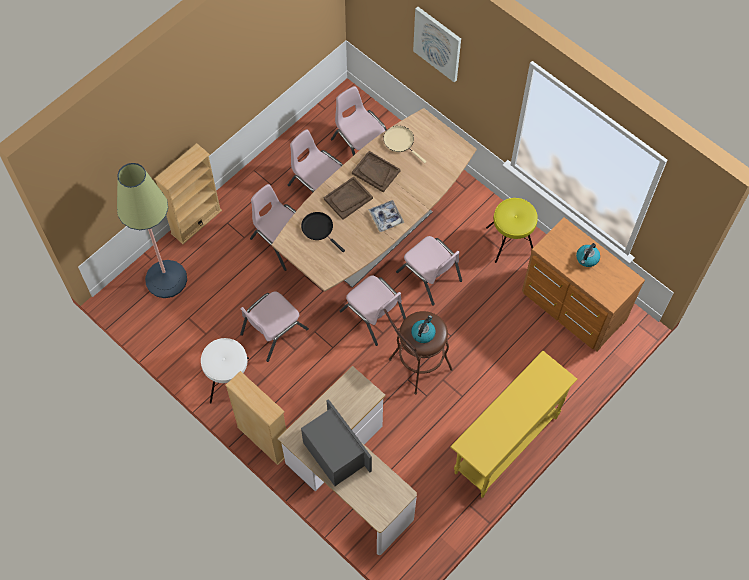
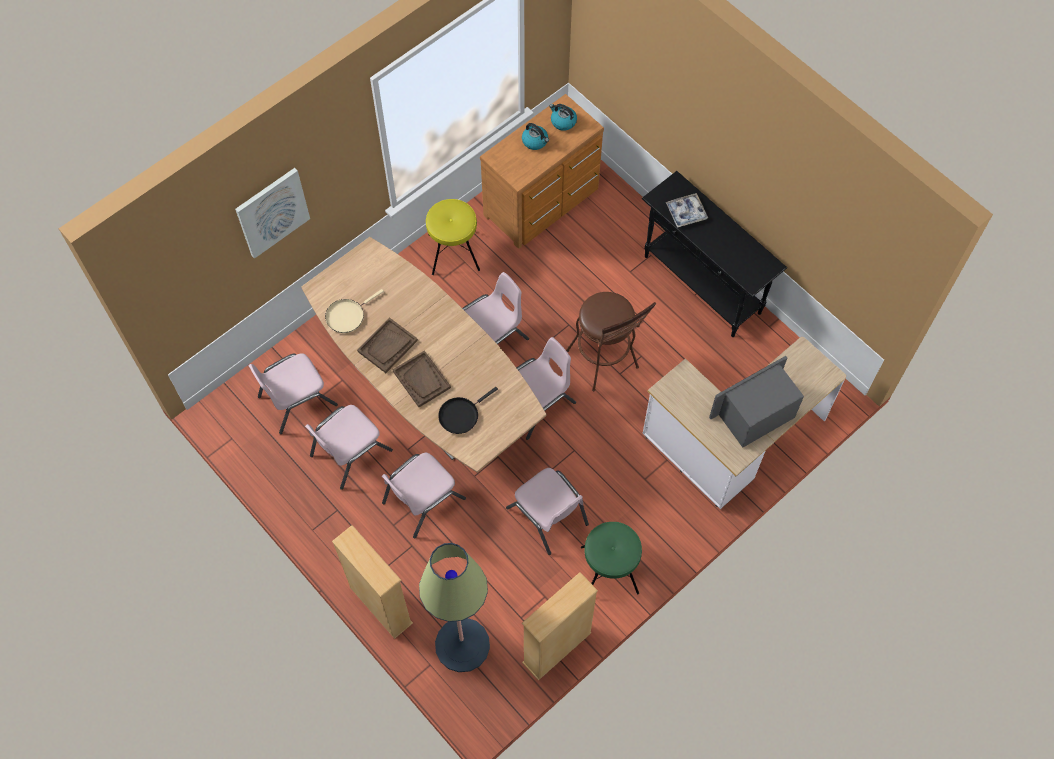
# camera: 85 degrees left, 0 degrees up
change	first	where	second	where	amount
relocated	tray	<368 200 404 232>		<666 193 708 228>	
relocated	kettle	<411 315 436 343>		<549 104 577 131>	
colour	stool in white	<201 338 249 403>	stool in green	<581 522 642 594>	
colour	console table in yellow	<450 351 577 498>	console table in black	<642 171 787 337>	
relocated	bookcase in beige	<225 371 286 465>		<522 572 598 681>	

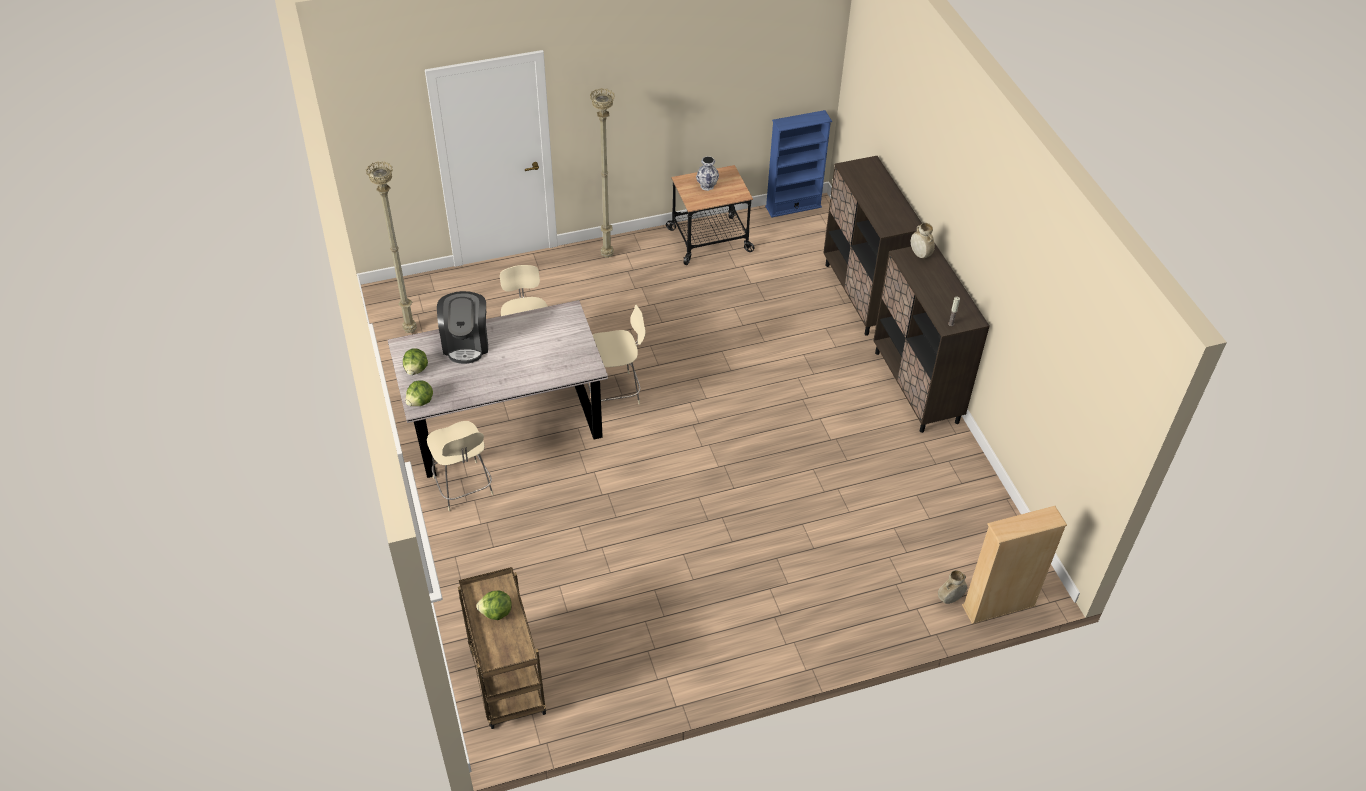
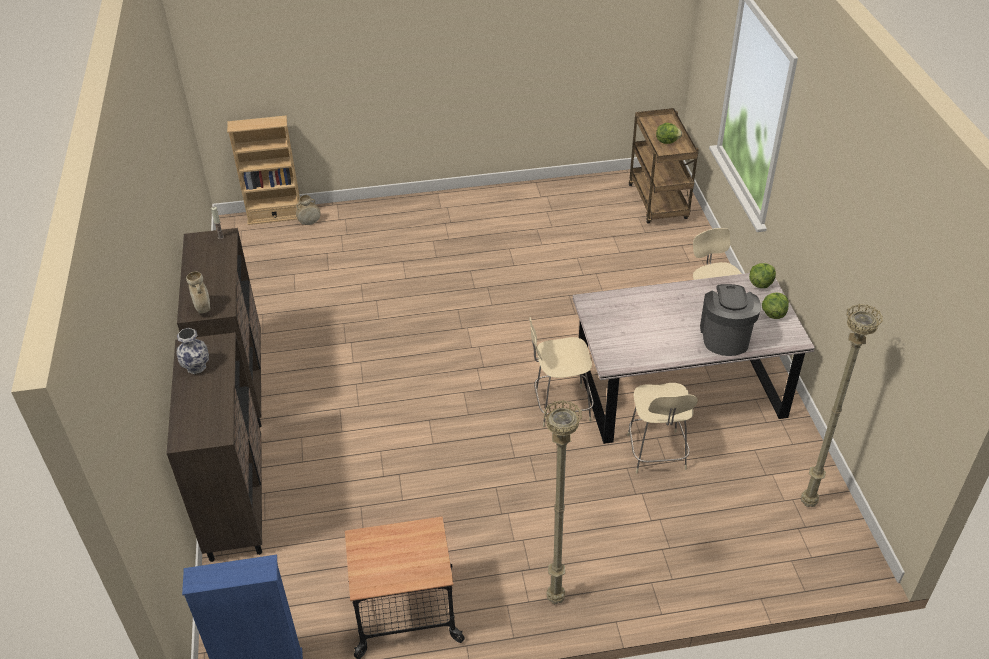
# camera: 170 degrees left, 5 degrees down
change	first	where	second	where	amount
relocated	vase	<696 156 719 191>		<177 328 209 374>	

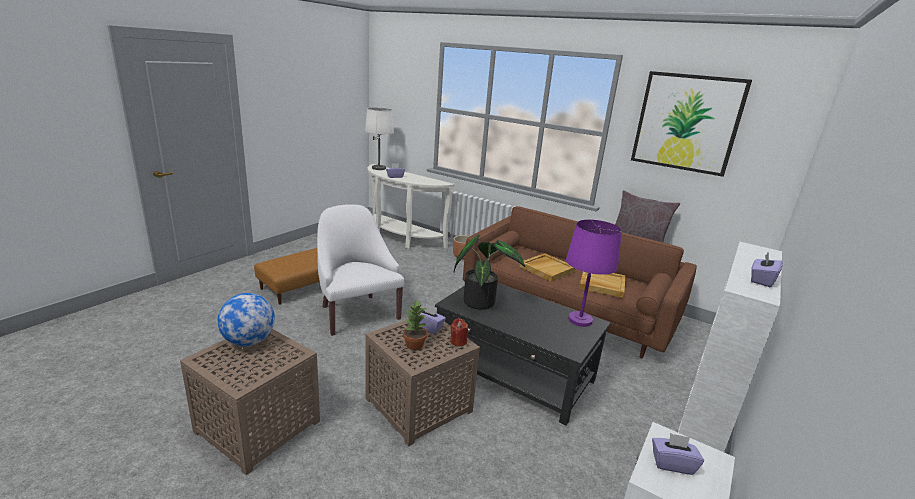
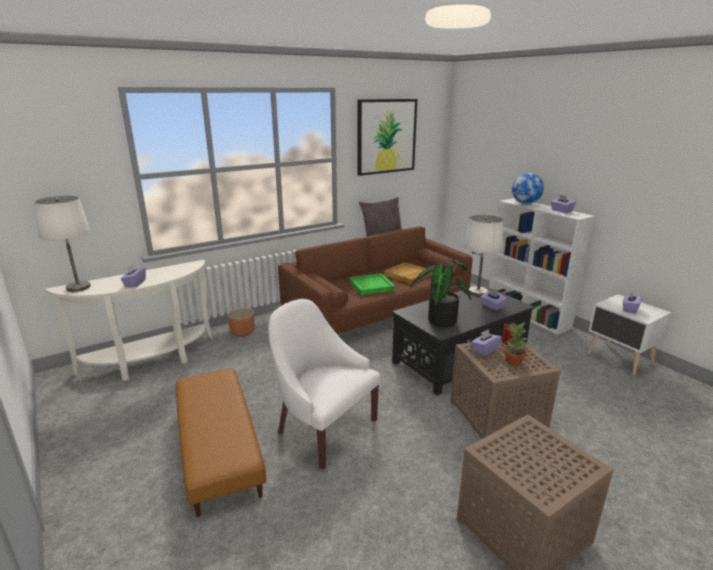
# camera: 65 degrees left, 0 degrees up
change	first	where	second	where	amount
spun	armchair in white	<317 204 404 336>		<268 299 381 470>	45 degrees clockwise
colour	table lamp in purple	<566 220 622 327>	table lamp in white	<464 215 503 296>	
colour	tray in beige	<519 253 575 281>	tray in green	<349 273 395 295>	
relocated	globe	<217 293 275 346>		<512 173 544 204>	
appeared			tissue box in purple	<480 290 507 311>	

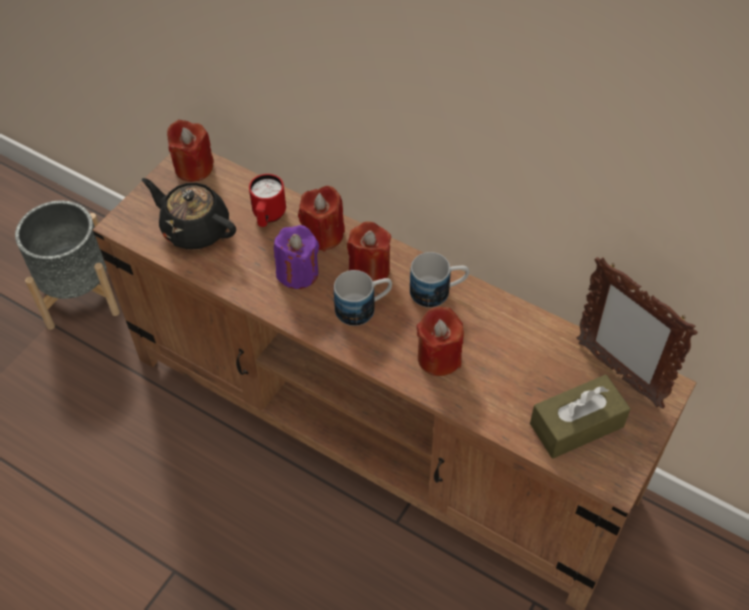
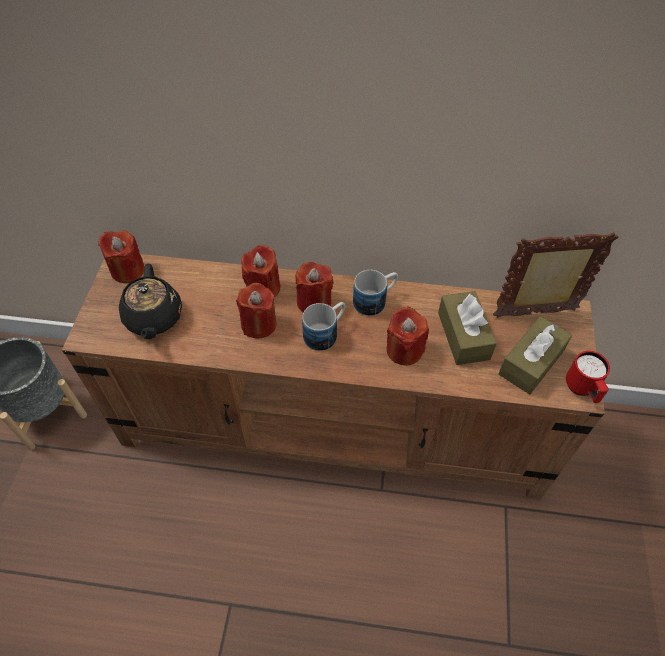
# camera: 25 degrees left, 0 degrees up
change	first	where	second	where	amount
relocated	mug in red	<249 174 286 227>		<566 351 610 403>	
spun	teapot in black	<142 178 236 249>		<119 264 182 339>	105 degrees counterclockwise
colour	candle in purple	<274 225 320 289>	candle in red	<236 283 277 338>	
spun	picture frame	<576 257 698 409>		<493 232 618 318>	150 degrees clockwise
appeared			tissue box in brown	<438 291 497 365>	

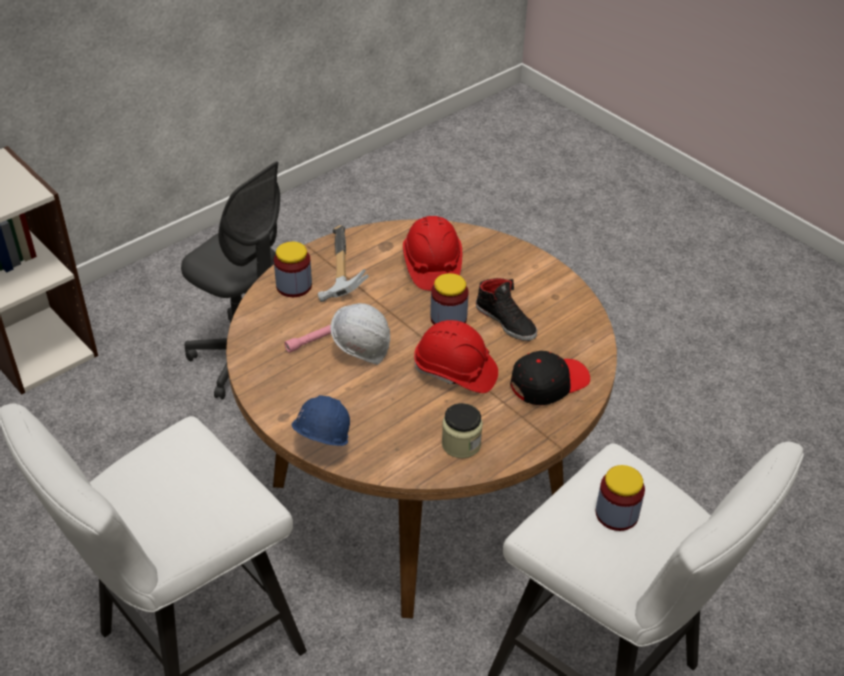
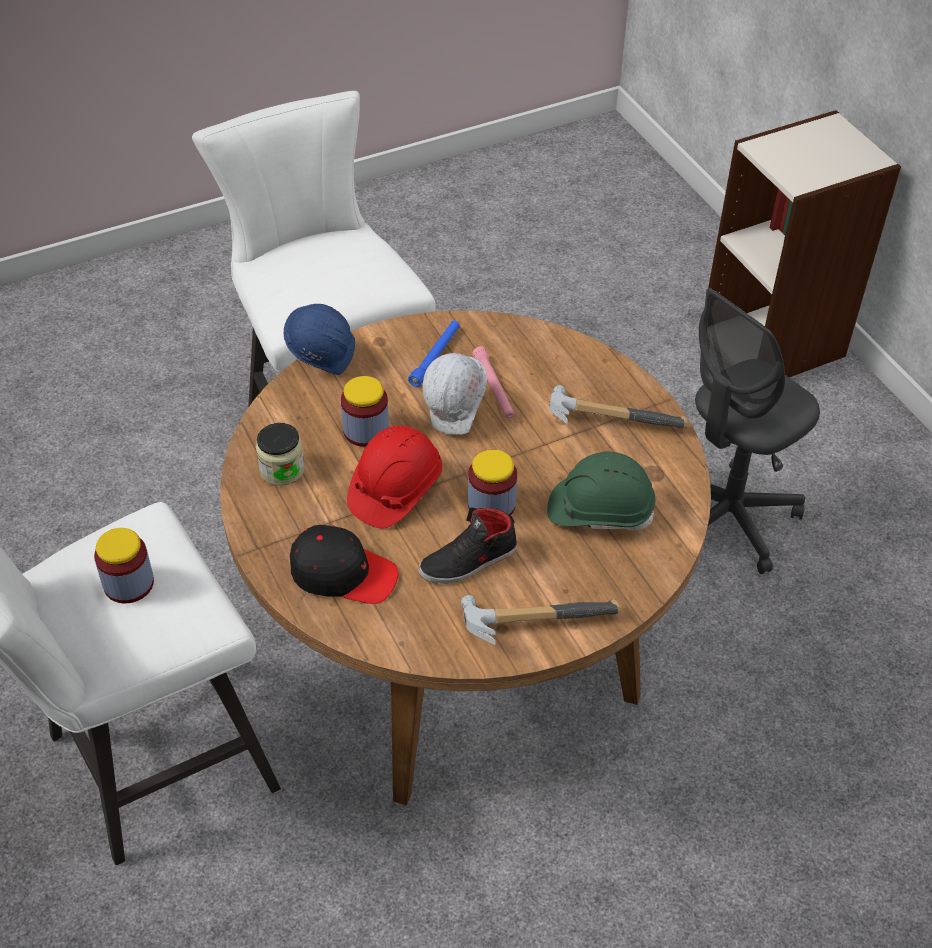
# camera: 105 degrees right, 5 degrees up
change	first	where	second	where	amount
colour	hard hat in red	<403 216 462 291>	hard hat in green	<547 451 655 530>	
relocated	jar	<274 242 312 297>		<341 376 389 447>	
spun	cap in black	<510 351 590 405>		<290 525 398 604>	60 degrees counterclockwise
appeared			flashlight in blue	<408 321 460 387>	
appeared			hammer	<461 595 621 645>	

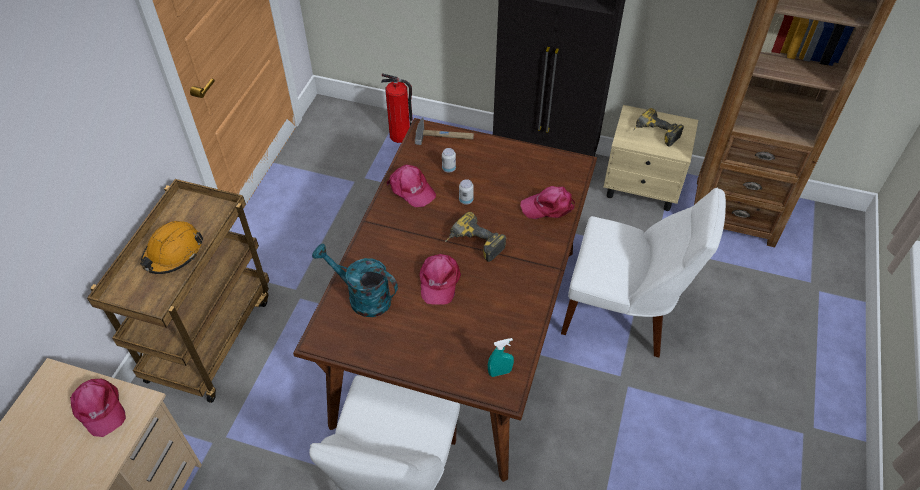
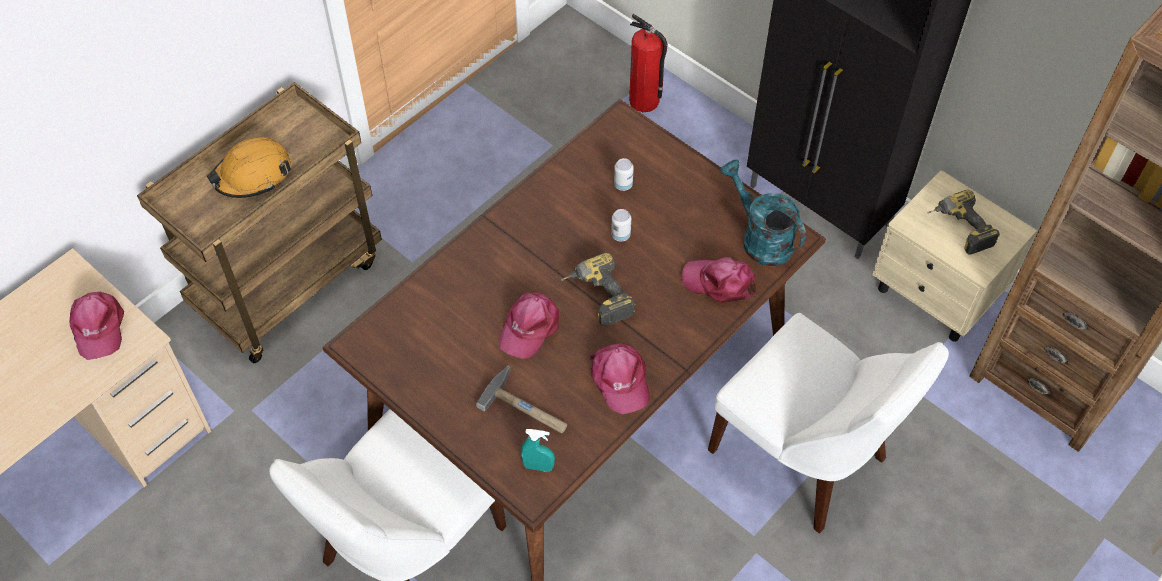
# camera: 25 degrees right, 5 degrees up
change	first	where	second	where	amount
relocated	hammer	<415 117 474 145>		<476 366 567 433>	
relocated	cap in pink	<386 165 436 207>		<590 343 649 414>	
relocated	watering can in turquoise	<312 243 398 317>		<720 160 806 266>	

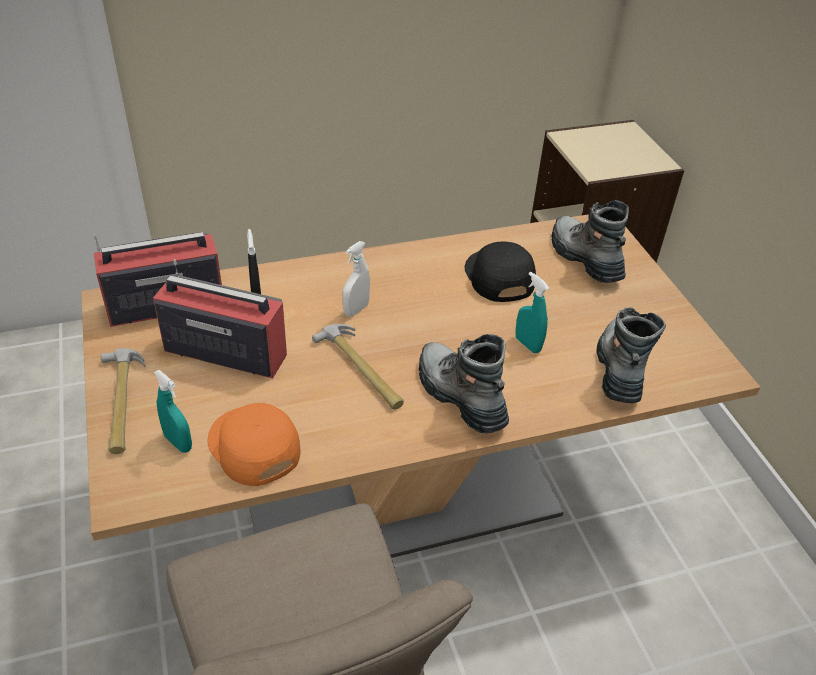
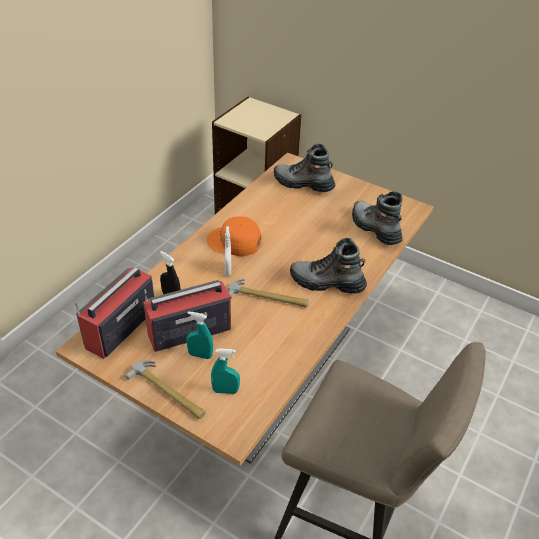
# camera: 40 degrees left, 0 degrees up
change	first	where	second	where	amount
missing	cap in black	<465 242 536 302>			
relocated	spray bottle in turquoise	<515 272 549 353>		<186 311 213 359>	
relocated	cap in orange	<207 403 301 486>		<207 216 261 256>	

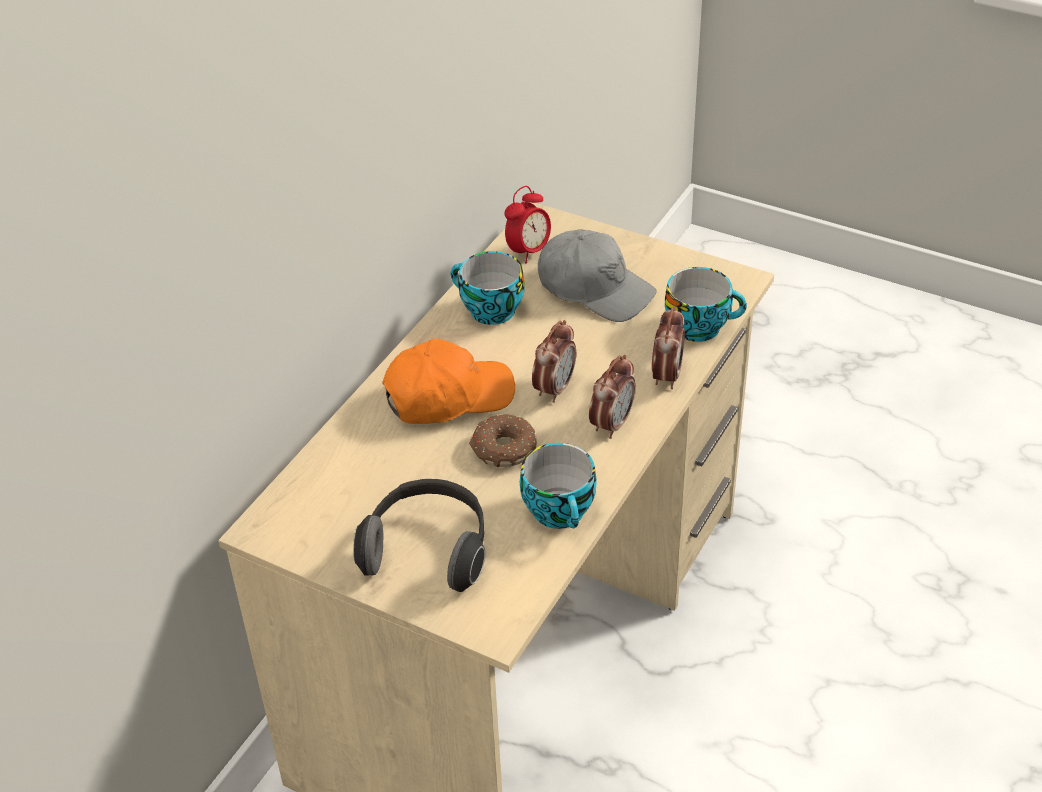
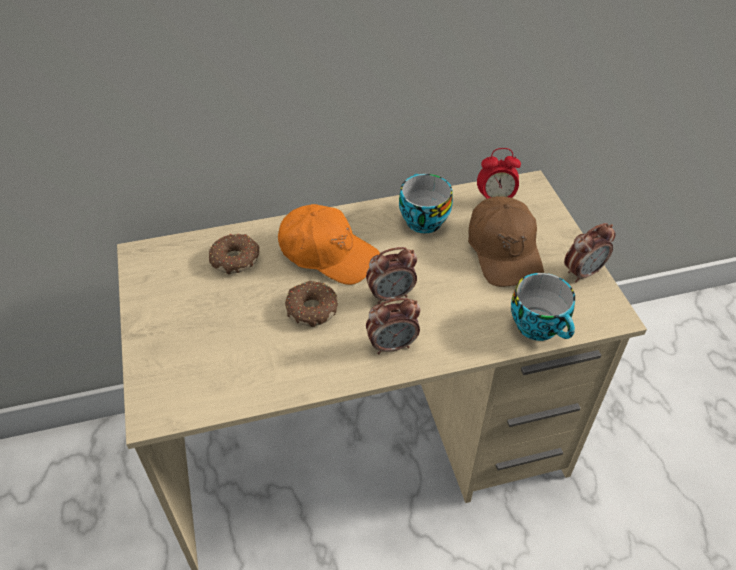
# camera: 45 degrees right, 5 degrees up
change	first	where	second	where	amount
colour	cap in grey	<538 229 657 322>	cap in brown	<468 196 544 287>	
relocated	alarm clock	<652 306 685 389>		<564 223 616 283>	
missing	cup	<520 443 597 529>			
missing	headphones	<353 479 486 592>			
appeared			donut	<209 234 259 275>	

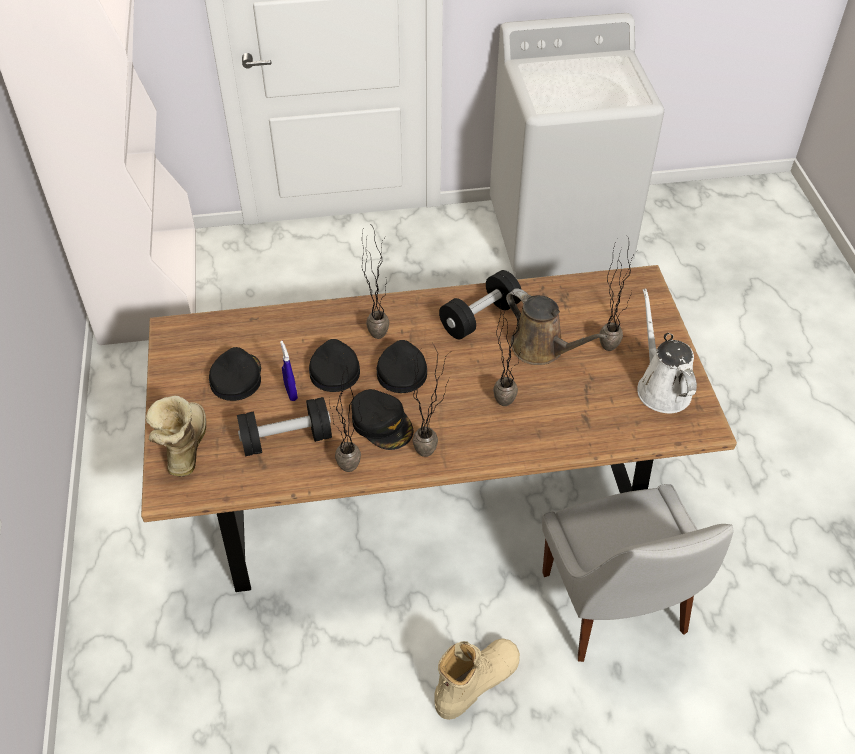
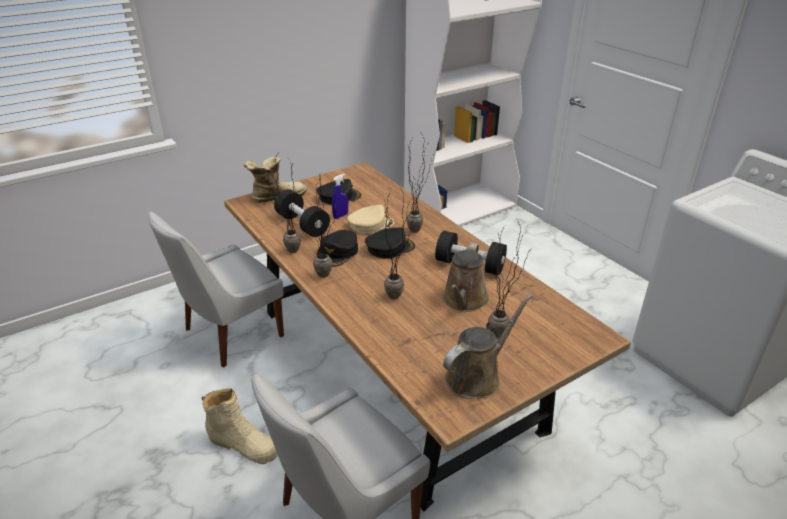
# camera: 65 degrees right, 15 degrees down
change	first	where	second	where	amount
colour	watering can in white	<637 288 697 413>	watering can in brown	<443 295 532 399>	
colour	cap in black	<309 339 360 392>	cap in beige	<347 205 394 234>	
appeared			chair in white	<148 211 284 367>	

